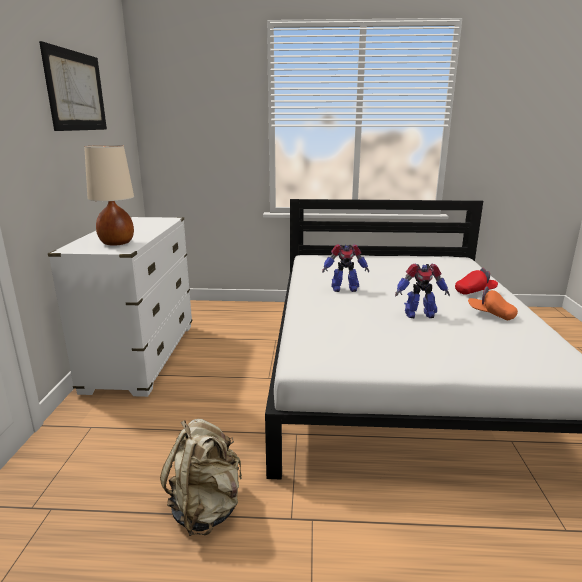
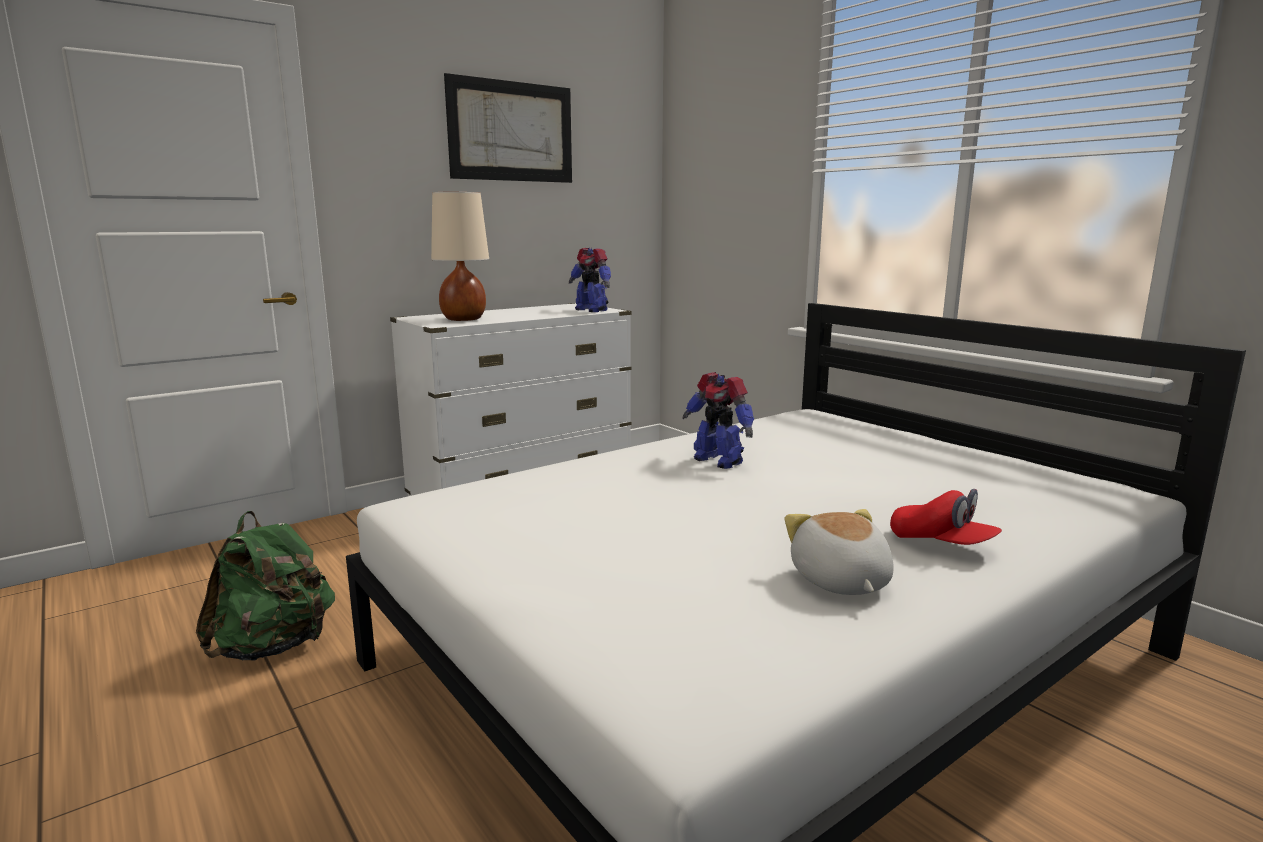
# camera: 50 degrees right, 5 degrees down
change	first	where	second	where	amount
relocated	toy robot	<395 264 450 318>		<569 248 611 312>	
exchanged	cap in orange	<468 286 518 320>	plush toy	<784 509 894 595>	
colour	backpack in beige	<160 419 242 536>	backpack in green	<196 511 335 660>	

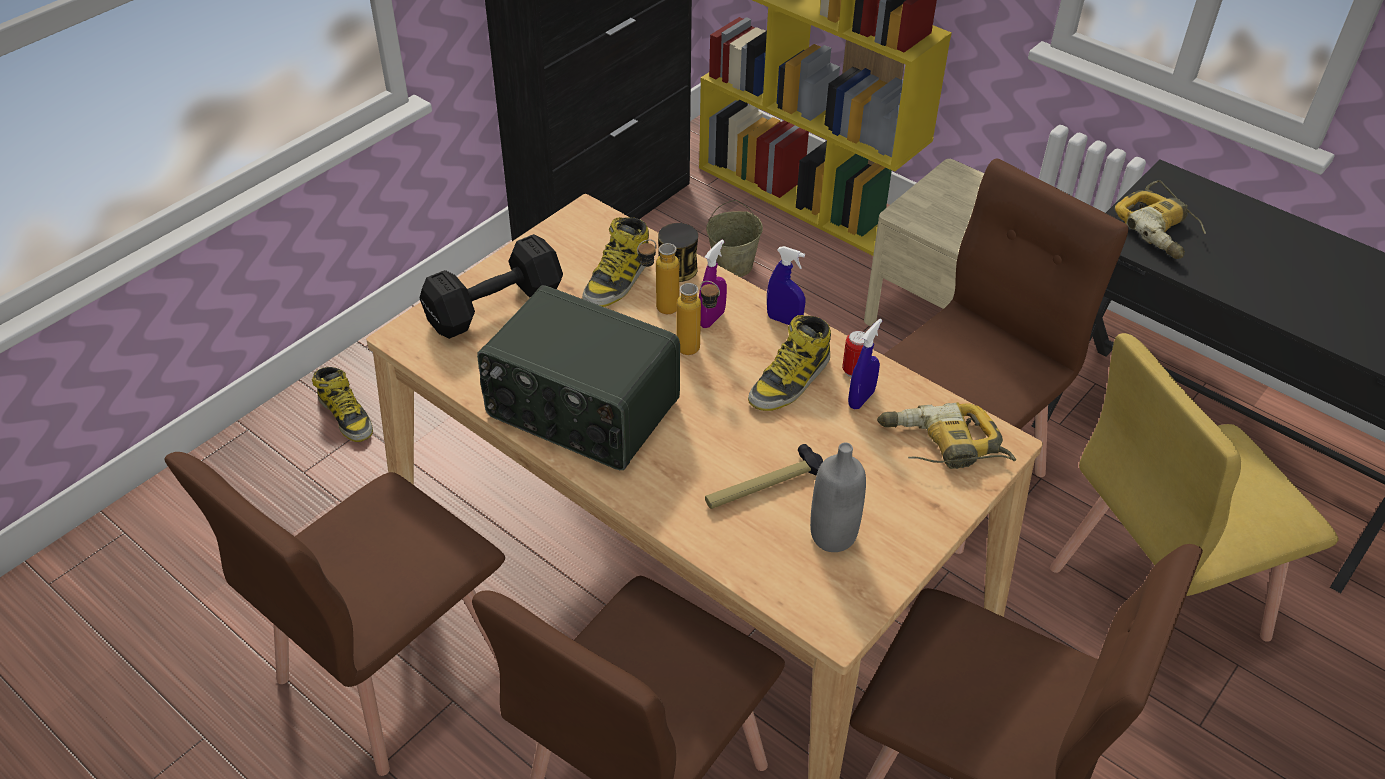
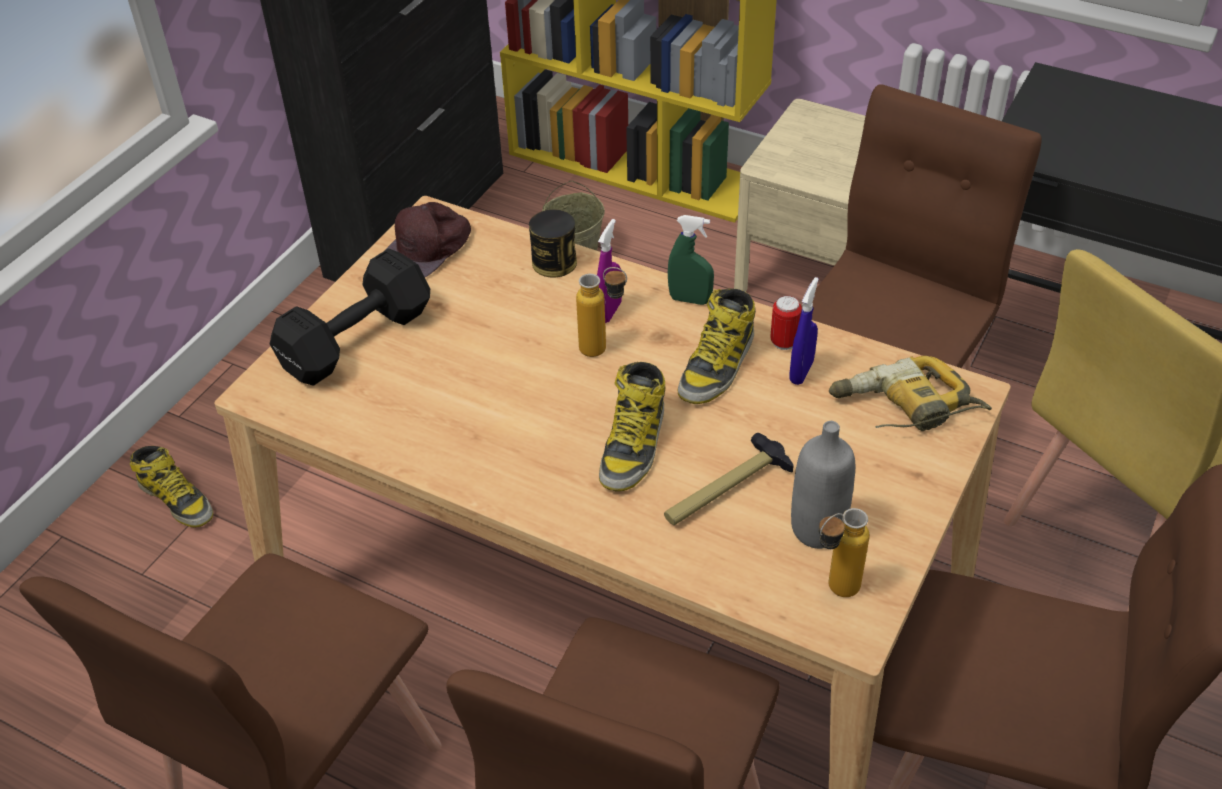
# camera: 10 degrees left, 0 degrees up
change	first	where	second	where	amount
missing	power drill	<1115 180 1206 259>			
relocated	boot	<582 217 649 307>		<599 362 665 492>	
relocated	bottle	<637 239 679 314>		<819 508 870 597>	
colour	spray bottle in blue	<767 246 805 325>	spray bottle in green	<668 215 714 305>	
missing	radio	<477 285 680 470>			
appeared			cap in brown	<384 202 471 277>	

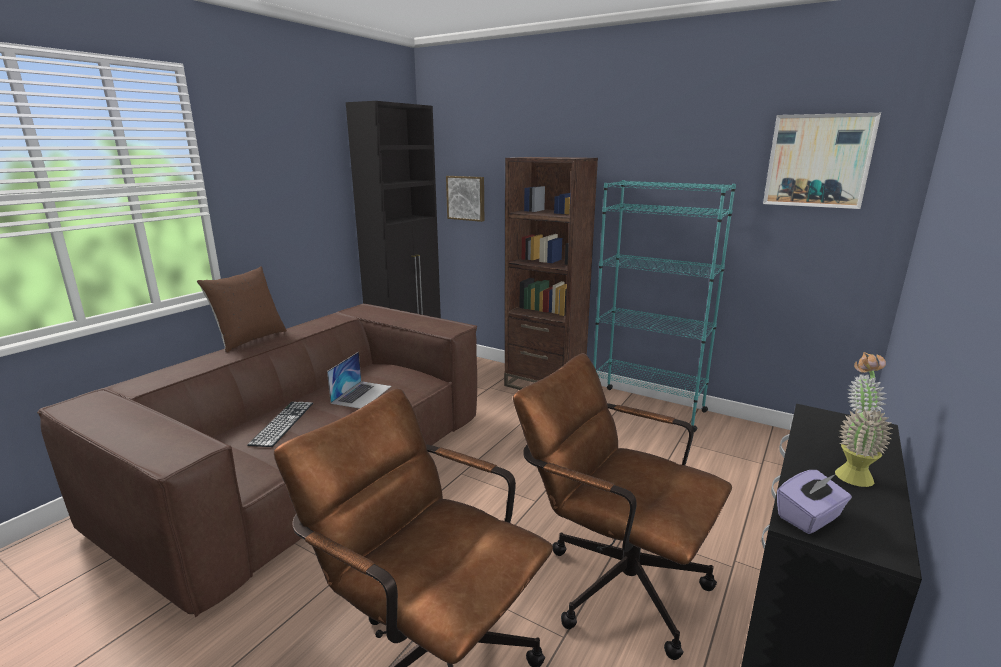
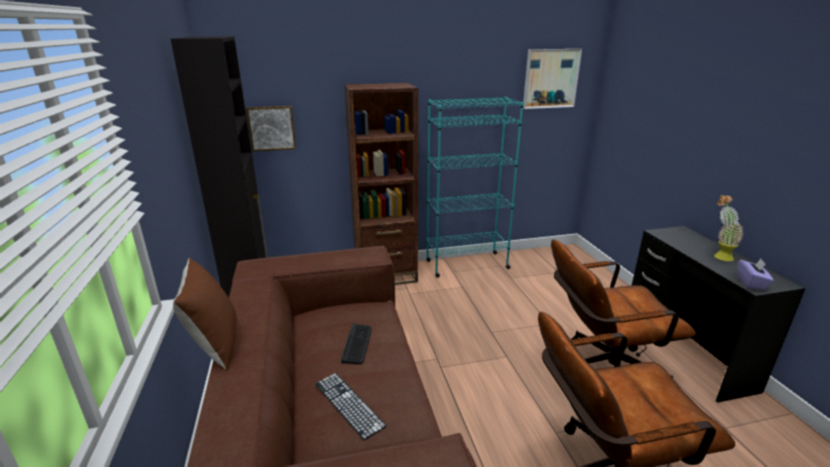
# camera: 45 degrees left, 5 degrees up
change	first	where	second	where	amount
exchanged	laptop	<327 352 391 409>	keyboard	<341 324 372 364>	

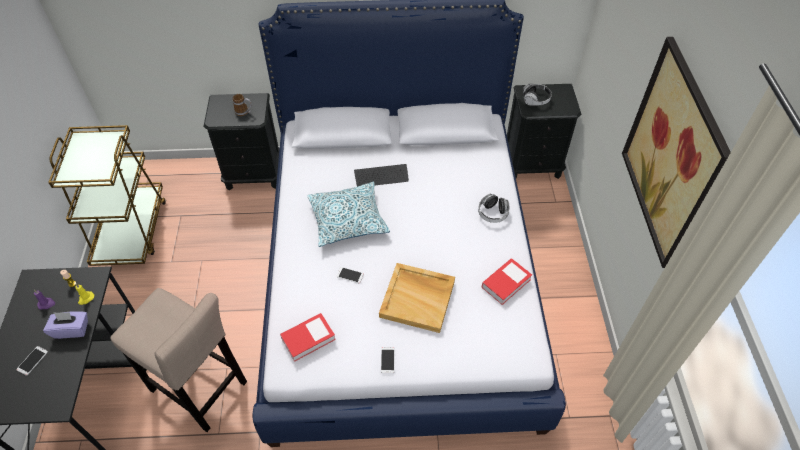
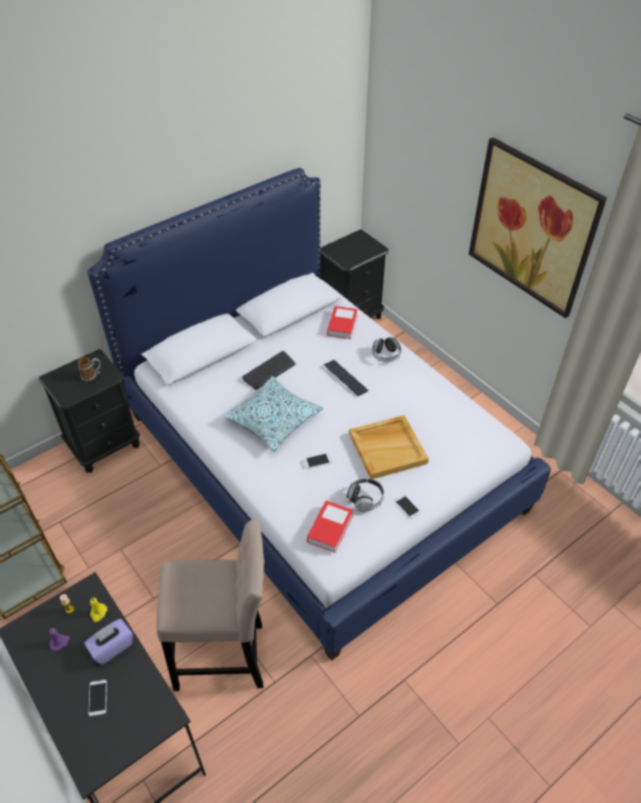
# camera: 35 degrees left, 5 degrees down
change	first	where	second	where	amount
relocated	headphones	<523 84 552 106>		<346 478 384 512>	
relocated	book	<482 258 532 305>		<327 306 358 339>	
appeared			keyboard	<324 360 368 396>	

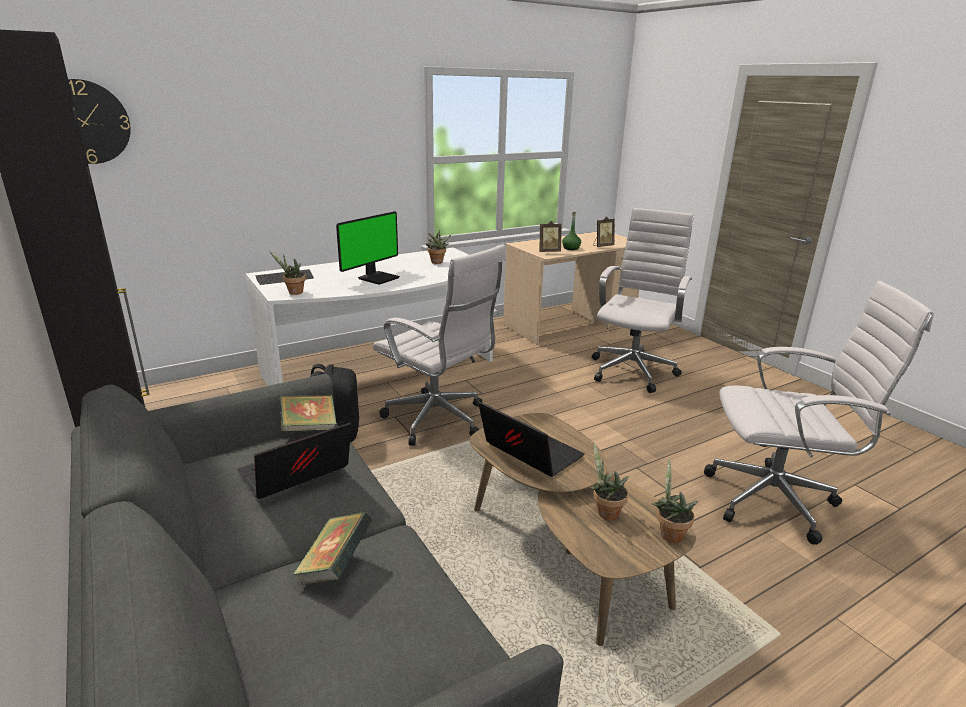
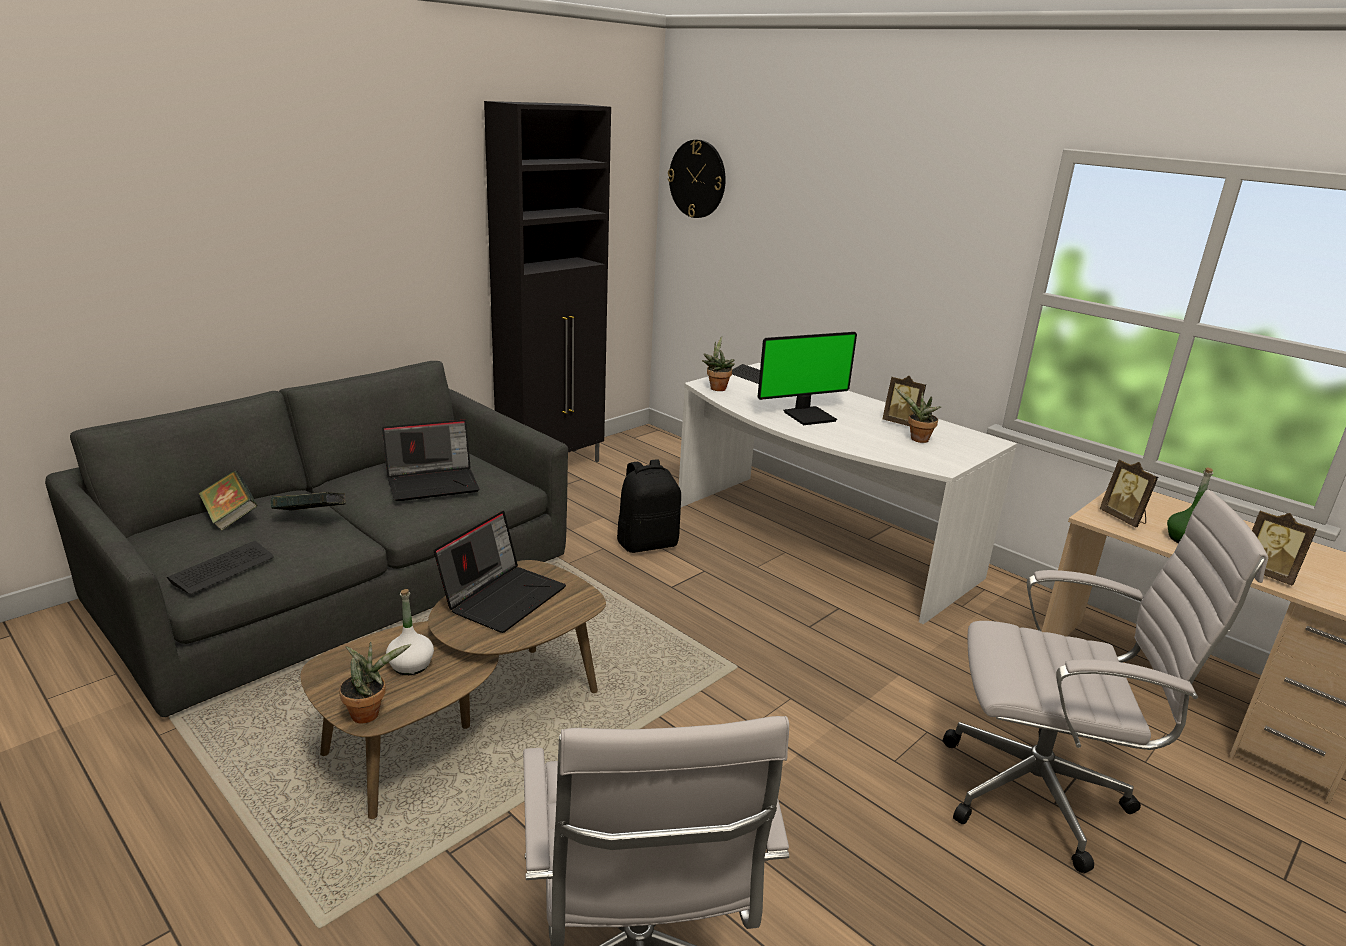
# camera: 75 degrees right, 0 degrees up
change	first	where	second	where	amount
spun	monitor	<336 211 400 285>		<758 332 857 425>	45 degrees counterclockwise
missing	office chair in white	<373 244 506 446>			
relocated	book	<279 395 337 431>		<199 471 258 531>	
spun	laptop	<237 423 351 499>		<382 419 480 501>	120 degrees clockwise
exchanged	potted plant	<590 443 629 520>	bottle in white	<386 589 434 675>	
appeared			picture frame	<882 376 926 426>	
appeared			keyboard	<167 541 274 594>	

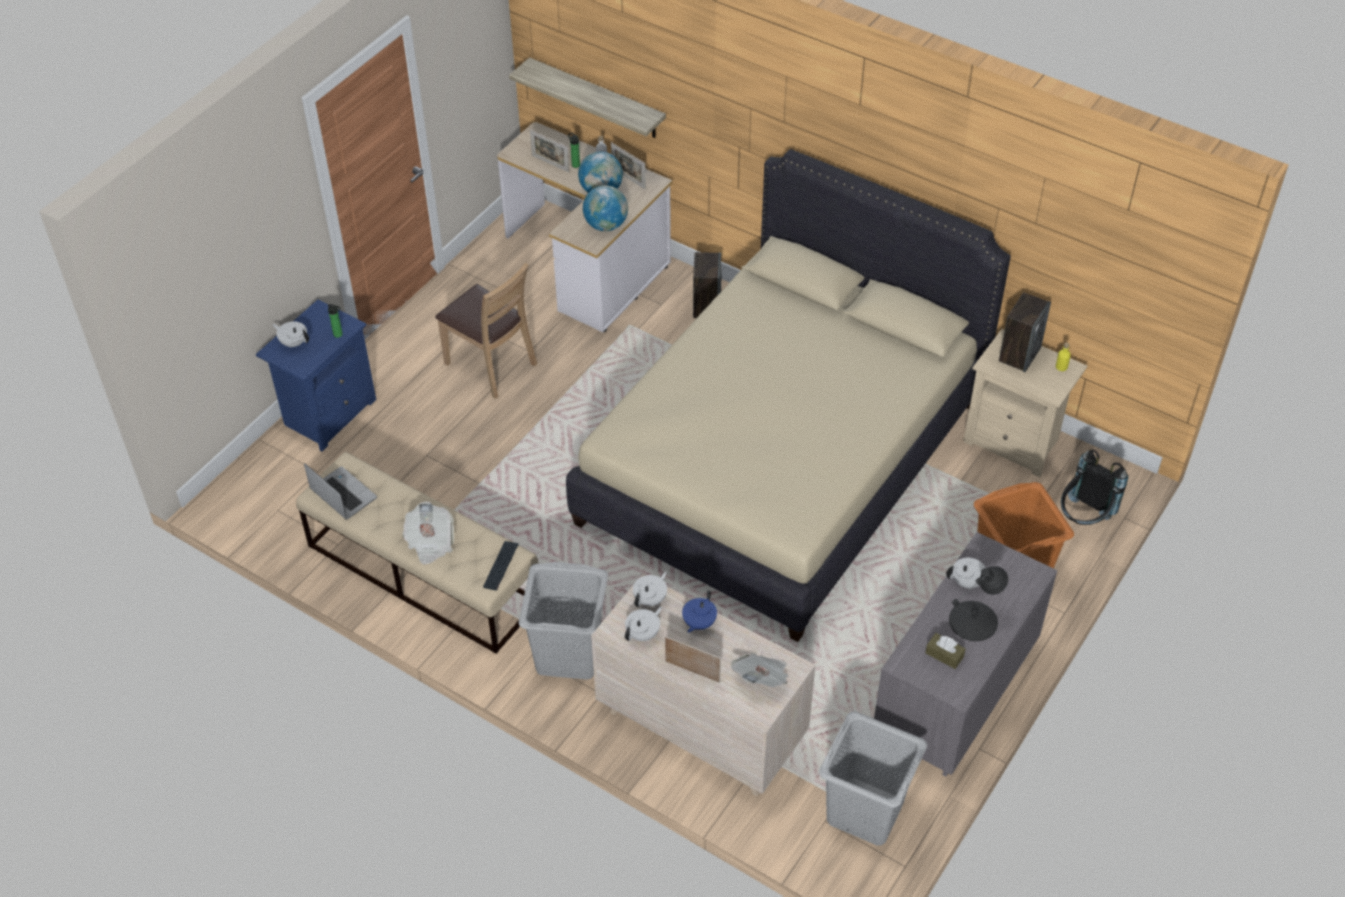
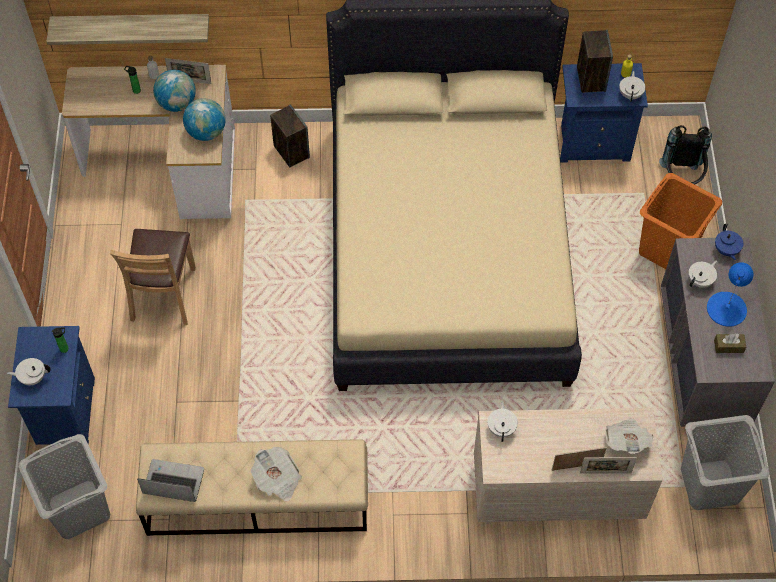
# camera: 35 degrees left, 10 degrees up
change	first	where	second	where	amount
relocated	picture frame	<530 129 569 172>		<580 457 637 474>	
spun	chair in brown	<435 263 537 399>		<110 229 196 326>	90 degrees clockwise
colour	nightstand in beige	<963 329 1087 477>	nightstand in blue	<560 63 648 163>	
missing	keyboard	<483 541 519 591>			
relocated	laundry basket in grey	<519 562 608 679>		<18 434 110 539>	
colour	table lamp in black	<949 566 1008 641>	table lamp in blue	<707 262 754 327>	
relocated	teapot in blue	<682 590 717 633>		<715 224 743 261>	
relocated	teapot in white	<625 607 662 641>		<619 71 645 102>	

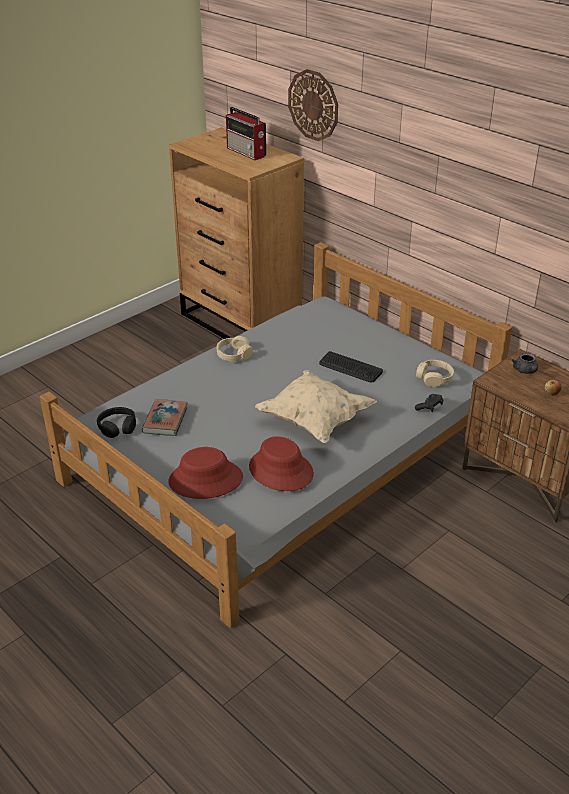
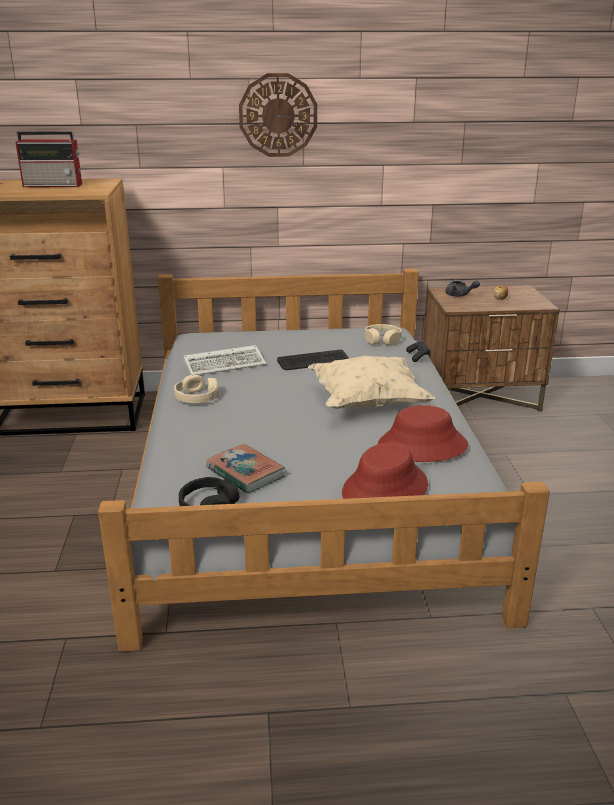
# camera: 50 degrees left, 10 degrees down
change	first	where	second	where	amount
relocated	wall clock	<288 69 338 141>		<239 73 317 157>	
appeared			keyboard	<183 345 266 375>	

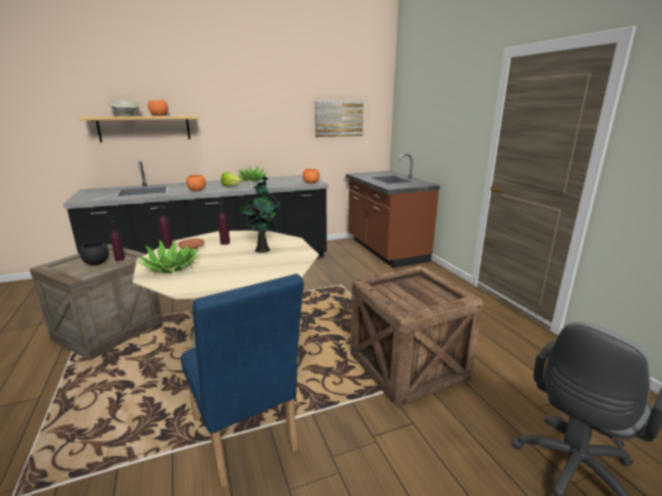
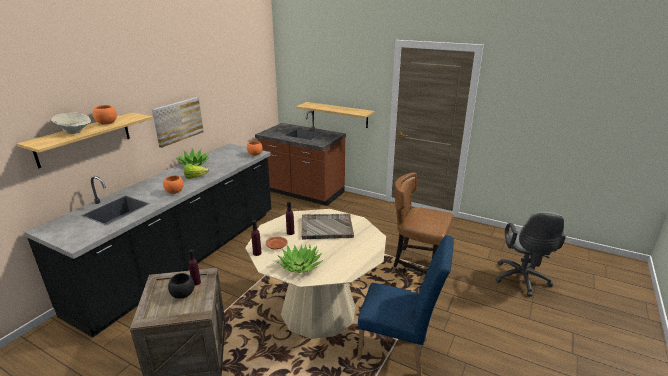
# camera: 40 degrees left, 5 degrees up
change	first	where	second	where	amount
relocated	picture	<315 101 363 137>		<152 97 204 148>	
exchanged	potted plant	<238 176 281 253>	tray in grey	<301 214 354 240>	
exchanged	crate	<350 266 483 407>	chair in brown	<392 172 454 274>	
appeared			shelf	<296 102 375 128>	

